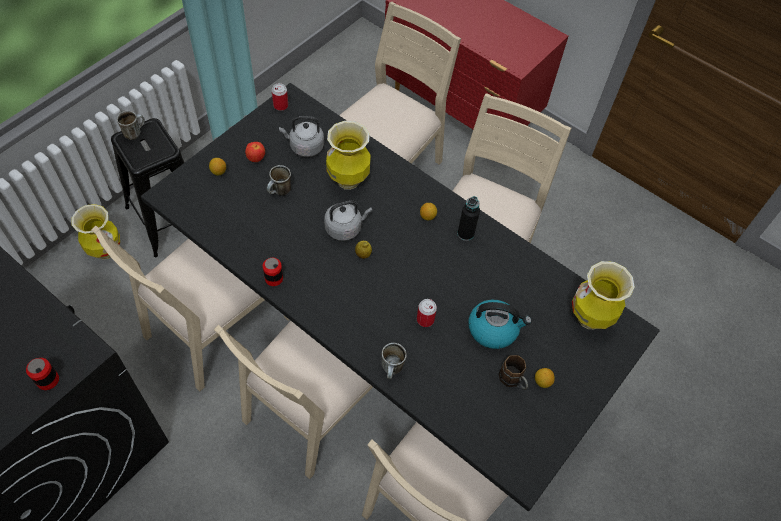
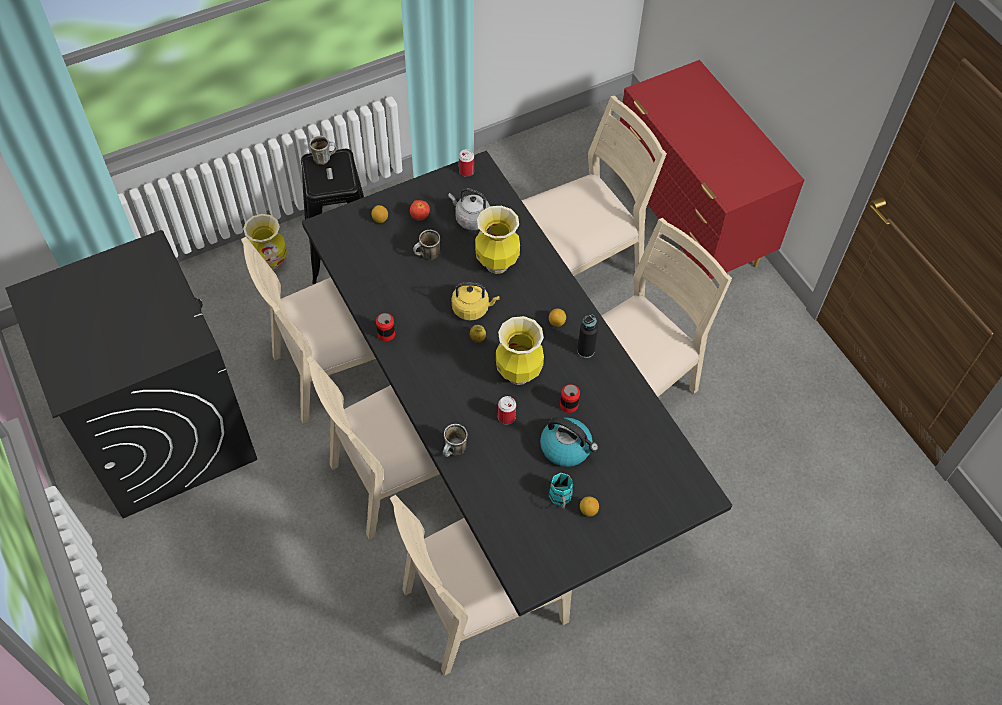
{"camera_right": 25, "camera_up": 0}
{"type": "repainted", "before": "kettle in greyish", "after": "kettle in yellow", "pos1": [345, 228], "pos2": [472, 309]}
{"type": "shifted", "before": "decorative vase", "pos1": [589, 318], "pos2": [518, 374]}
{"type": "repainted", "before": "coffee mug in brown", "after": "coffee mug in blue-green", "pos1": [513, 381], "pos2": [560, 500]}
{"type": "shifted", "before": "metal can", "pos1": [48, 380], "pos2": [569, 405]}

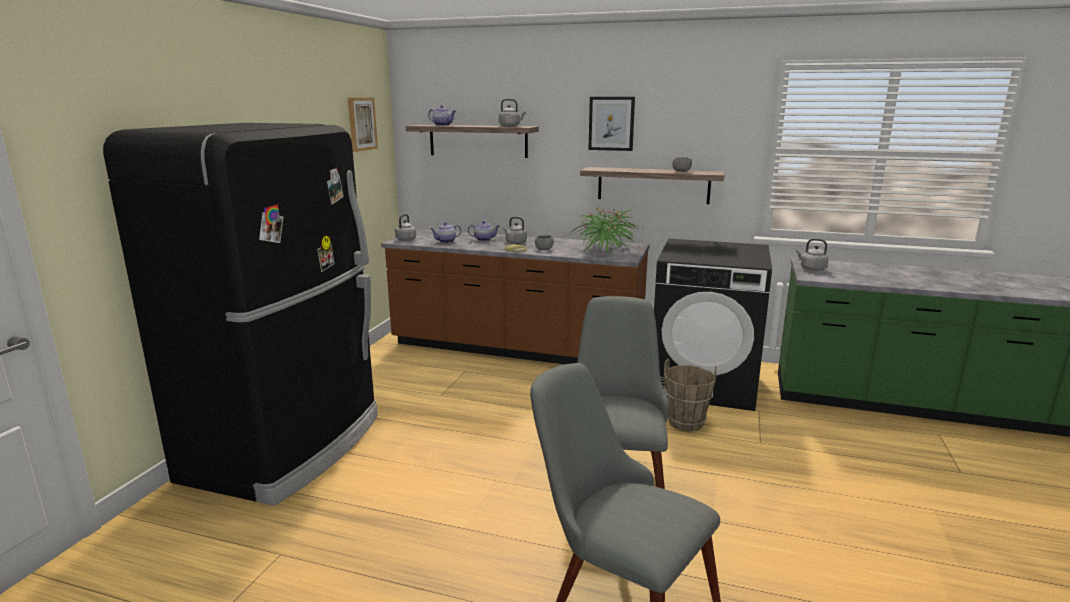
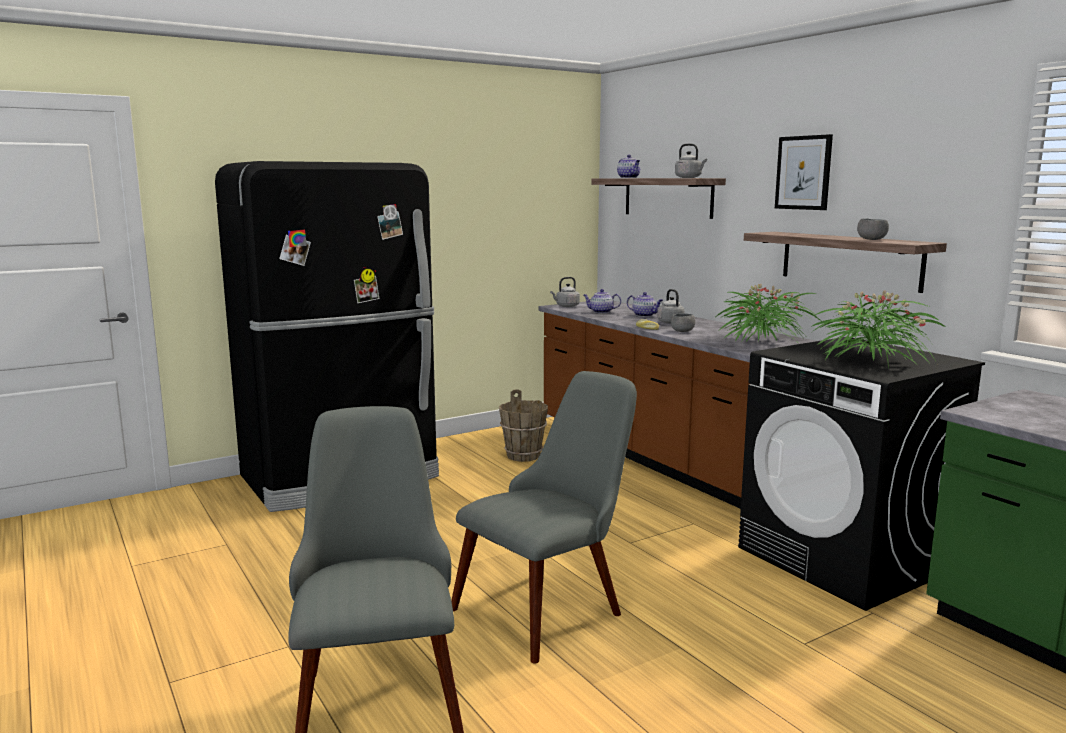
{"camera_right": 40, "camera_up": -5}
{"type": "shifted", "before": "pail in brown", "pos1": [685, 423], "pos2": [523, 456]}
{"type": "new", "after": "potted plant", "pos2": [871, 360]}
{"type": "gone", "before": "wall art", "pos1": [361, 124]}
{"type": "gone", "before": "kettle in greyish", "pos1": [811, 269]}

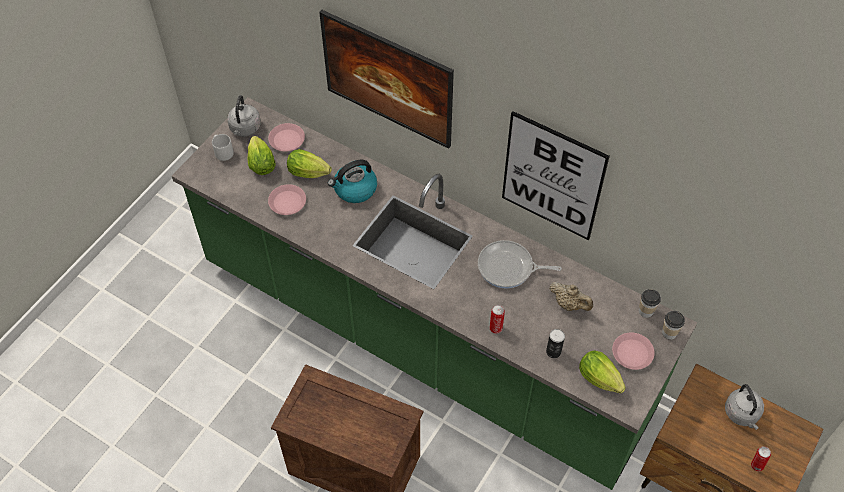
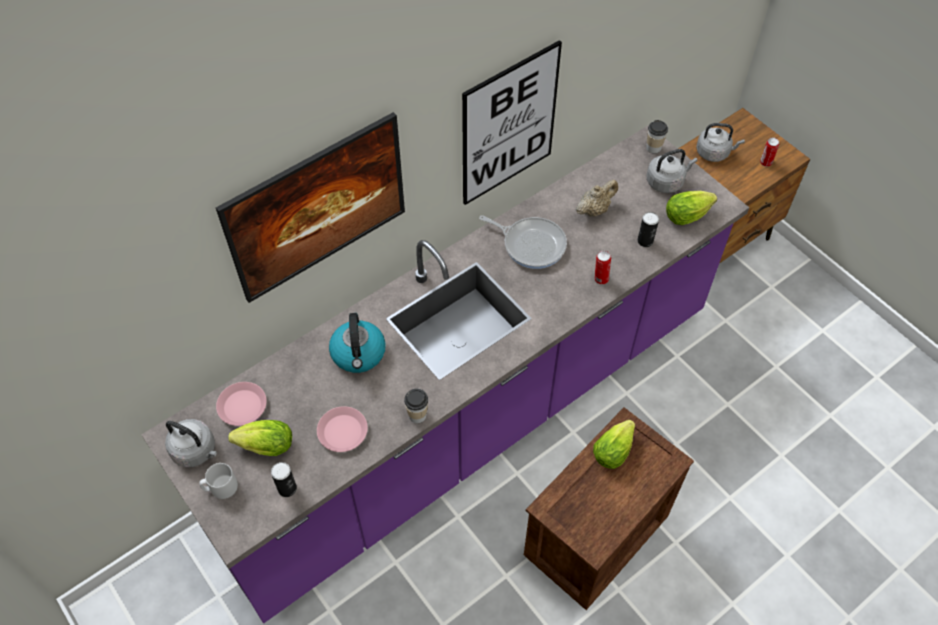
{"camera_right": -70, "camera_up": 0}
{"type": "repainted", "before": "counter in green-coloured", "after": "counter in purplish", "pos1": [422, 339], "pos2": [469, 420]}
{"type": "new", "after": "metal can", "pos2": [287, 488]}
{"type": "shifted", "before": "drinking cup", "pos1": [646, 311], "pos2": [417, 415]}
{"type": "rotated", "before": "pan", "pos1": [508, 268], "pos2": [531, 244], "turn": -90}
{"type": "shifted", "before": "head of lettuce", "pos1": [311, 173], "pos2": [614, 449]}
{"type": "swapped", "before": "dinner plate in pinkish", "after": "kettle in greyish", "pos1": [632, 353], "pos2": [666, 182]}

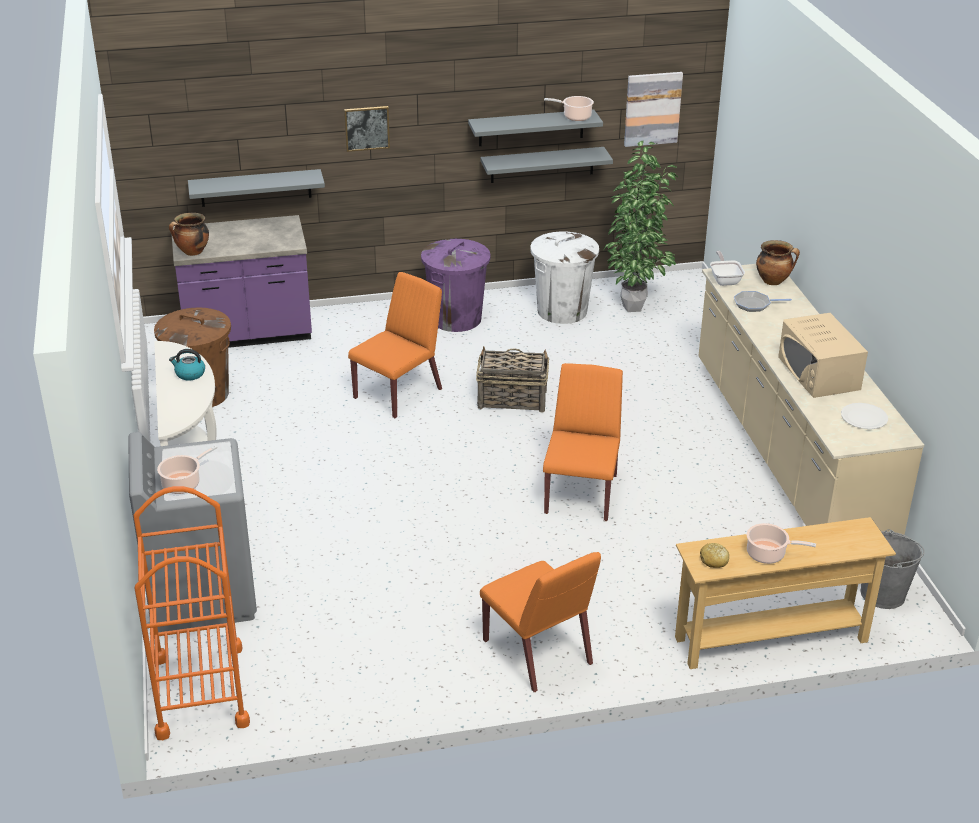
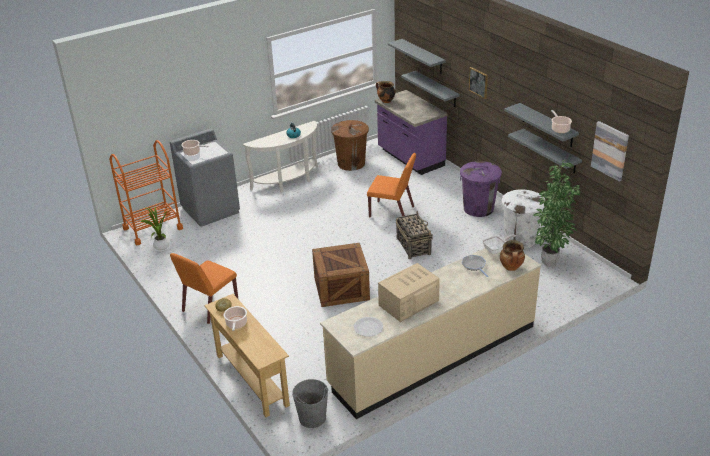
{"camera_right": 70, "camera_up": 0}
{"type": "new", "after": "potted plant", "pos2": [161, 248]}
{"type": "swapped", "before": "plain chair in orangey", "after": "shipping crate", "pos1": [581, 493], "pos2": [342, 289]}
{"type": "new", "after": "bracket shelf in greyish", "pos2": [423, 56]}

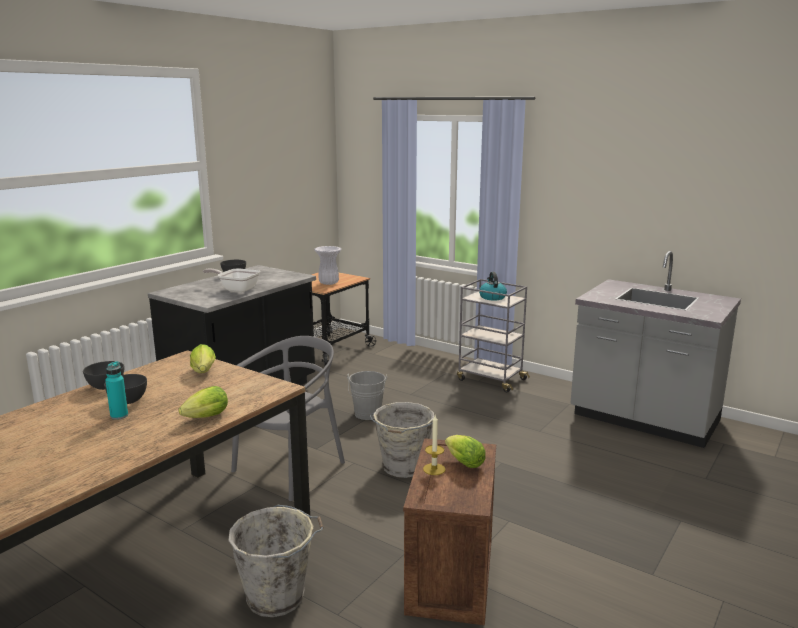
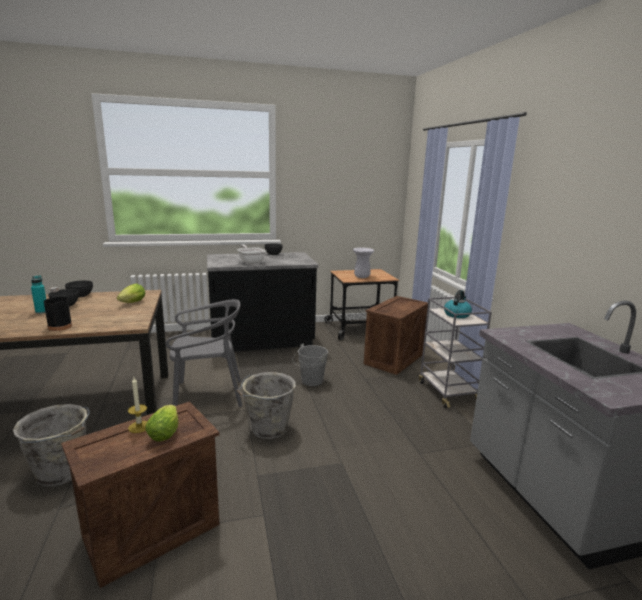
{"camera_right": 40, "camera_up": 0}
{"type": "swapped", "before": "head of lettuce", "after": "bottle in black", "pos1": [204, 418], "pos2": [60, 327]}
{"type": "new", "after": "shipping crate", "pos2": [393, 359]}

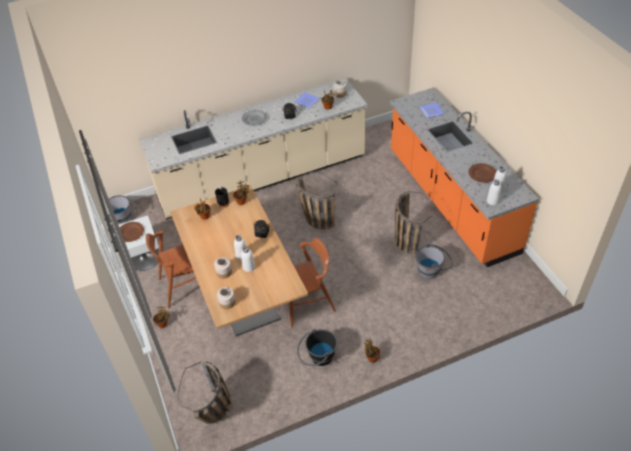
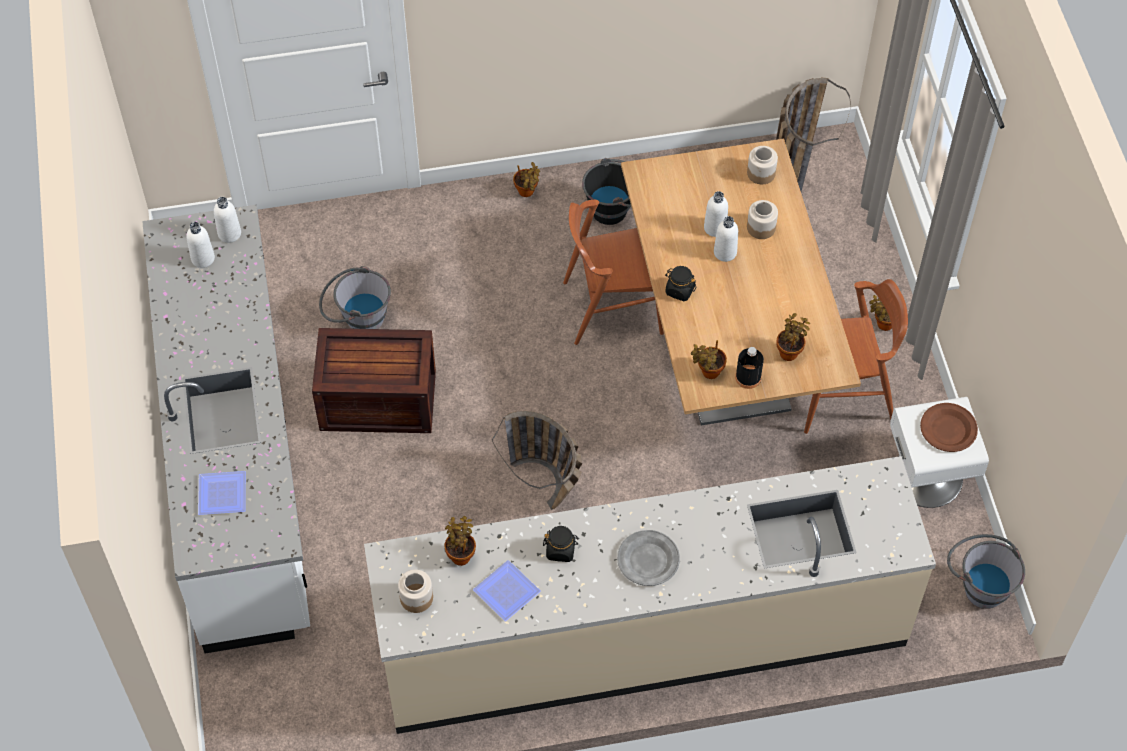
{"camera_right": -170, "camera_up": 10}
{"type": "repainted", "before": "counter in orangey", "after": "counter in white-coloured", "pos1": [450, 201], "pos2": [241, 467]}
{"type": "swapped", "before": "storage basket", "after": "shipping crate", "pos1": [405, 238], "pos2": [376, 400]}
{"type": "gone", "before": "dinner plate in brown", "pos1": [482, 174]}

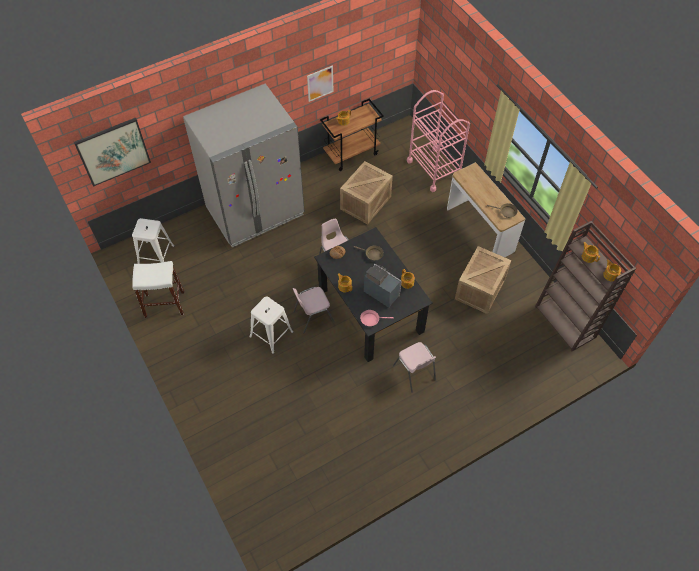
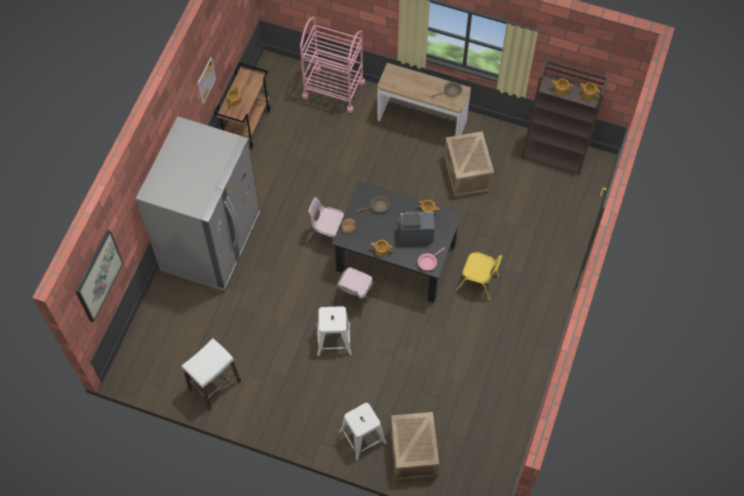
{"camera_right": -40, "camera_up": 5}
{"type": "shifted", "before": "stool seat in white-coloured", "pos1": [156, 255], "pos2": [362, 437]}
{"type": "shifted", "before": "shipping crate", "pos1": [365, 203], "pos2": [414, 453]}
{"type": "repainted", "before": "plain chair in pinkish", "after": "plain chair in yellow", "pos1": [414, 373], "pos2": [478, 283]}

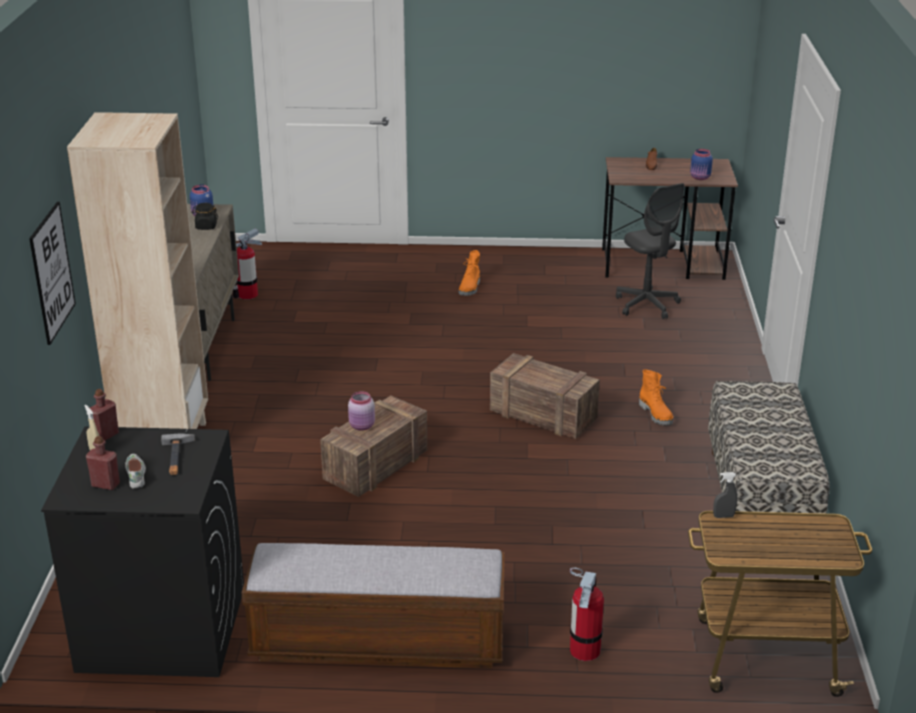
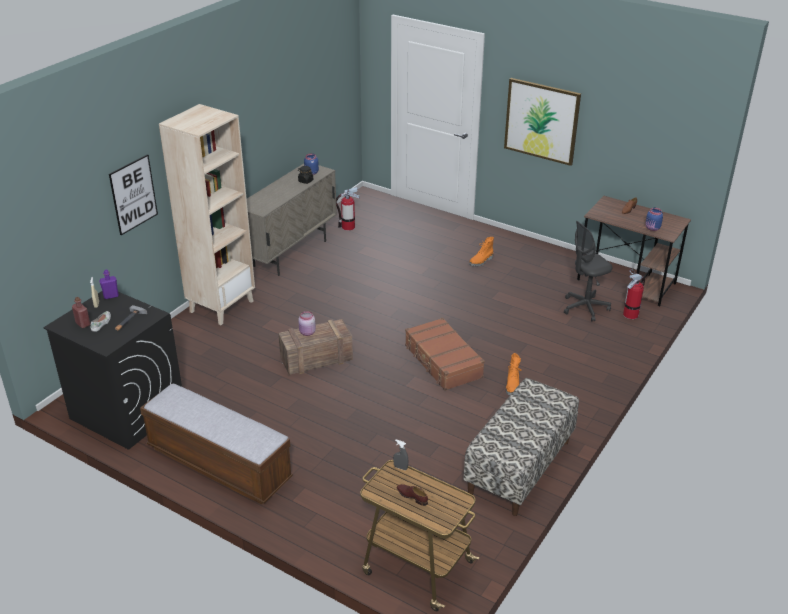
{"camera_right": 30, "camera_up": 5}
{"type": "repainted", "before": "bottle in red", "after": "bottle in purplish", "pos1": [105, 435], "pos2": [111, 296]}
{"type": "new", "after": "shoe in brown", "pos2": [412, 496]}
{"type": "swapped", "before": "shipping crate", "after": "travel case in brown", "pos1": [544, 415], "pos2": [442, 362]}
{"type": "new", "after": "wall art", "pos2": [541, 121]}
{"type": "rotated", "before": "computer chair in greyish", "pos1": [647, 305], "pos2": [585, 308], "turn": 60}
{"type": "shifted", "before": "extinguisher", "pos1": [584, 650], "pos2": [630, 314]}

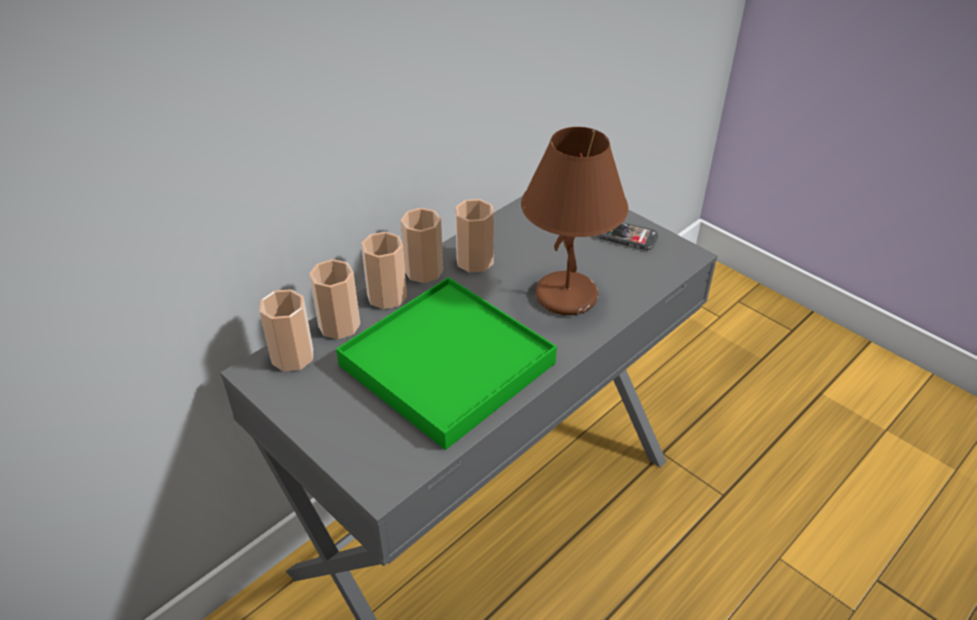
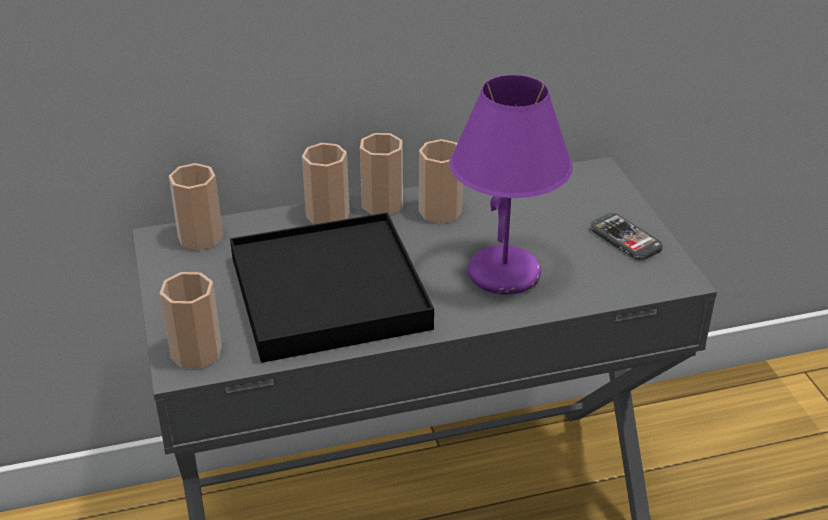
{"camera_right": 30, "camera_up": -5}
{"type": "shifted", "before": "drinking cup", "pos1": [339, 325], "pos2": [196, 353]}
{"type": "repainted", "before": "serving tray in green-coloured", "after": "serving tray in black", "pos1": [447, 364], "pos2": [329, 292]}
{"type": "repainted", "before": "lamp for a table in brown", "after": "lamp for a table in purplish", "pos1": [567, 296], "pos2": [505, 275]}

